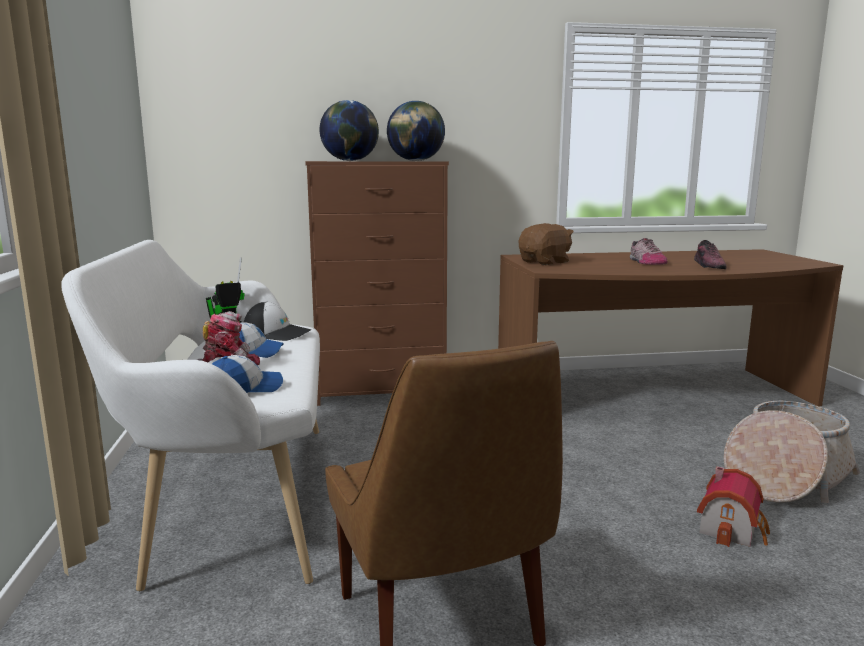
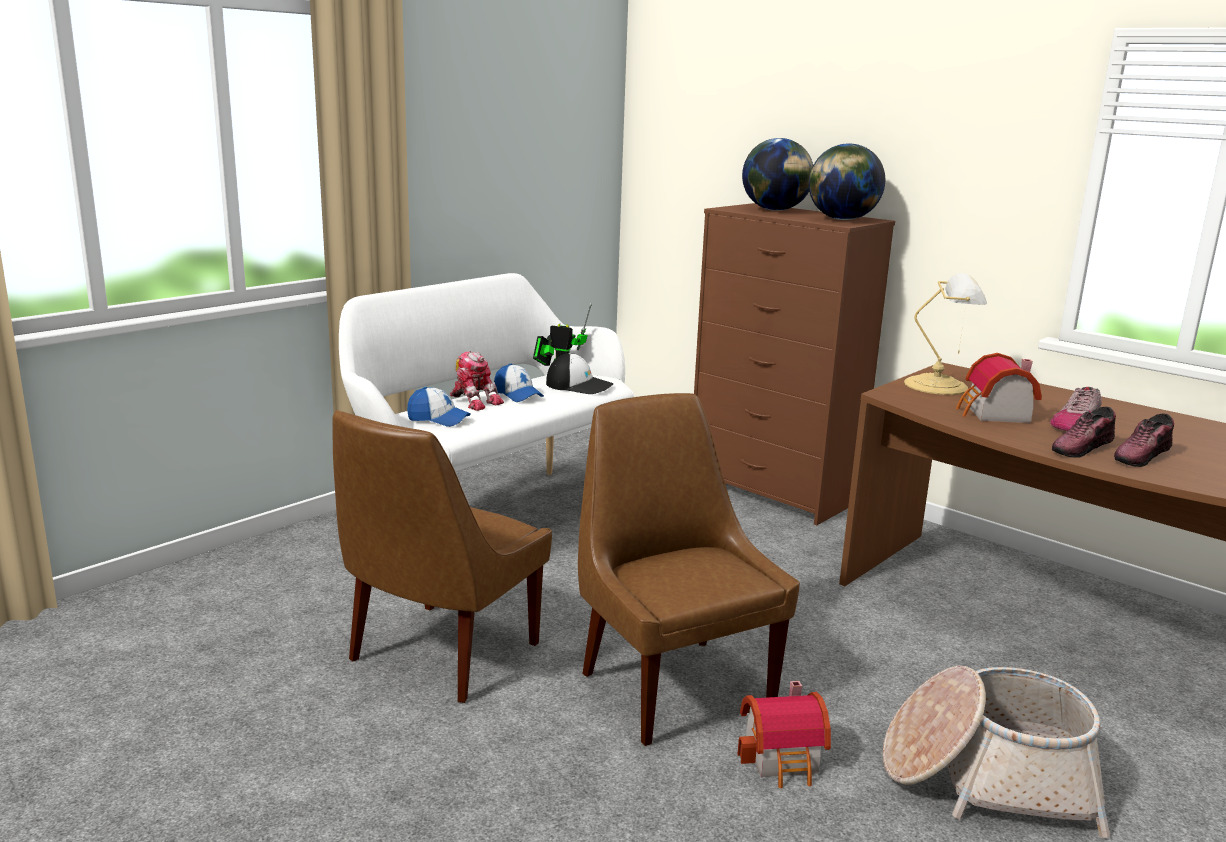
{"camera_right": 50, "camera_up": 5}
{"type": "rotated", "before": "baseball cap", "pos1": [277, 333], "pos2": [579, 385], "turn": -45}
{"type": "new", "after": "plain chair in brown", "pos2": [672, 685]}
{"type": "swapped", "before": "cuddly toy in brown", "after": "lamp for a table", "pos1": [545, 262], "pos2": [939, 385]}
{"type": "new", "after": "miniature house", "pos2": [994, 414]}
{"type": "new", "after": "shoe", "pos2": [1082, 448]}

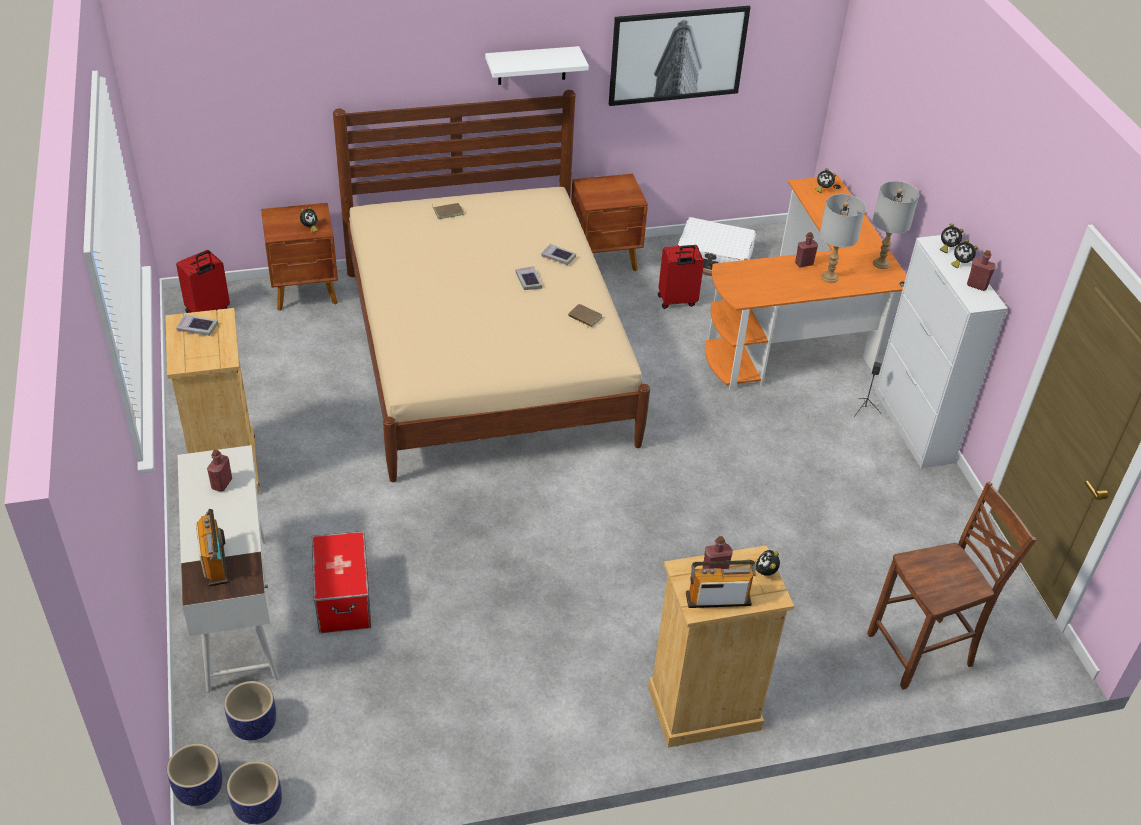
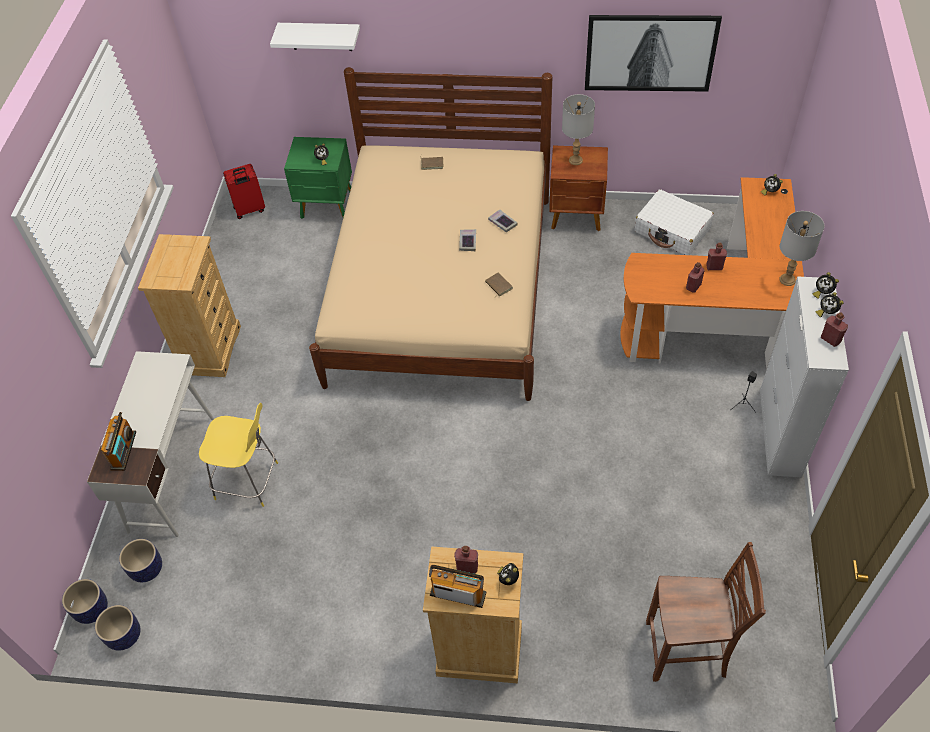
{"camera_right": 25, "camera_up": 10}
{"type": "swapped", "before": "storage container", "after": "stool seat in yellow", "pos1": [344, 599], "pos2": [249, 481]}
{"type": "shifted", "before": "bracket shelf in white-coloured", "pos1": [532, 65], "pos2": [320, 36]}
{"type": "repainted", "before": "bedside table in brown", "after": "bedside table in green-coloured", "pos1": [306, 292], "pos2": [327, 205]}
{"type": "shifted", "before": "lamp for a table in greyish", "pos1": [829, 277], "pos2": [575, 160]}
{"type": "shifted", "before": "bottle in red", "pos1": [222, 484], "pos2": [693, 286]}
{"type": "gone", "before": "volume", "pos1": [197, 328]}
{"type": "gone", "before": "travel case in red", "pos1": [677, 301]}

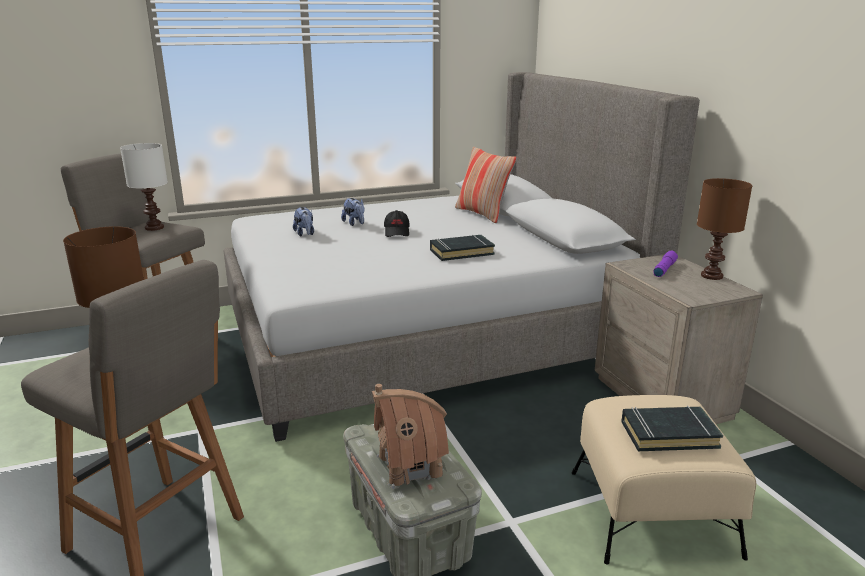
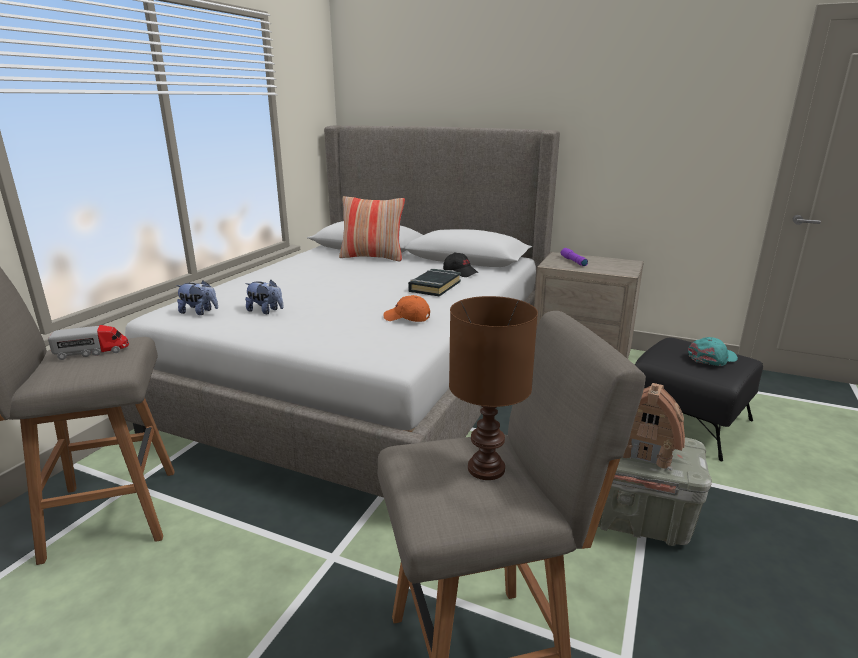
{"camera_right": -45, "camera_up": 0}
{"type": "swapped", "before": "lamp for a table in white-coloured", "after": "toy lorry", "pos1": [154, 227], "pos2": [92, 352]}
{"type": "shifted", "before": "cuddly toy", "pos1": [355, 223], "pos2": [199, 312]}
{"type": "new", "after": "baseball cap in orangey", "pos2": [407, 318]}
{"type": "shifted", "before": "baseball cap in black", "pos1": [397, 232], "pos2": [460, 272]}
{"type": "repainted", "before": "footrest in sand-coloured", "after": "footrest in black", "pos1": [652, 511], "pos2": [686, 421]}
{"type": "swapped", "before": "volume in black", "after": "baseball cap in blue-green", "pos1": [668, 434], "pos2": [712, 358]}
{"type": "gone", "before": "lamp for a table in brown", "pos1": [710, 276]}

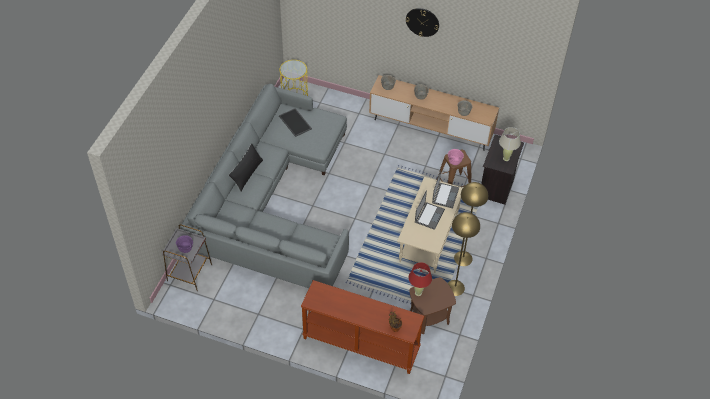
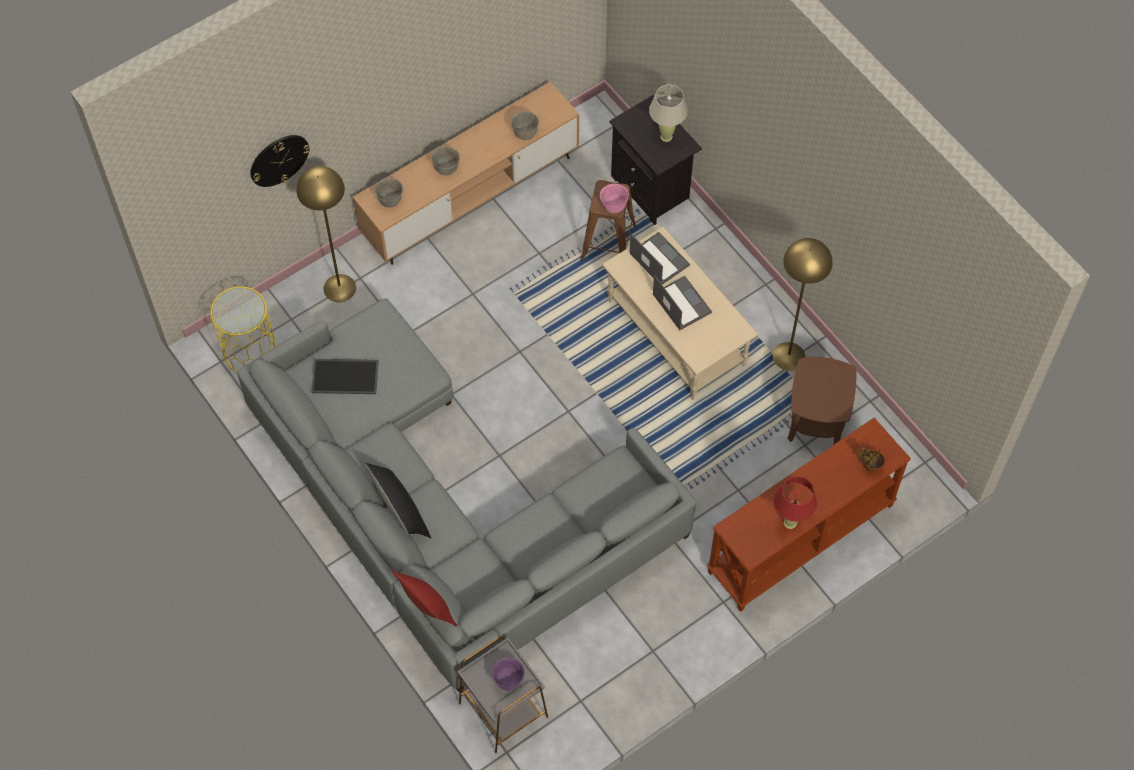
{"camera_right": -55, "camera_up": 10}
{"type": "shifted", "before": "wall clock", "pos1": [422, 22], "pos2": [279, 160]}
{"type": "shifted", "before": "standard lamp in yellow", "pos1": [463, 258], "pos2": [339, 288]}
{"type": "new", "after": "pillow in red", "pos2": [427, 609]}
{"type": "shifted", "before": "lamp for a table in red", "pos1": [418, 292], "pos2": [790, 522]}

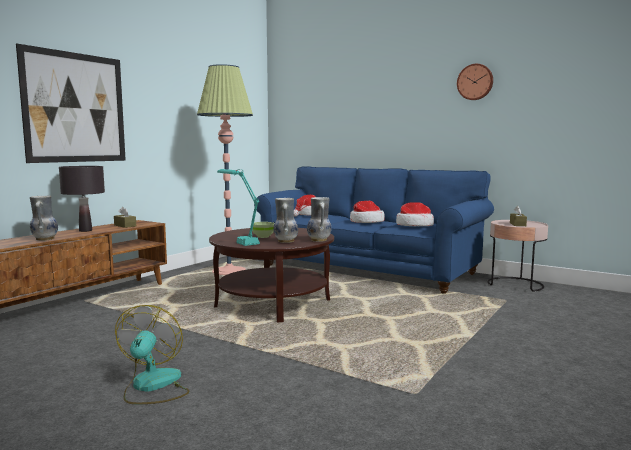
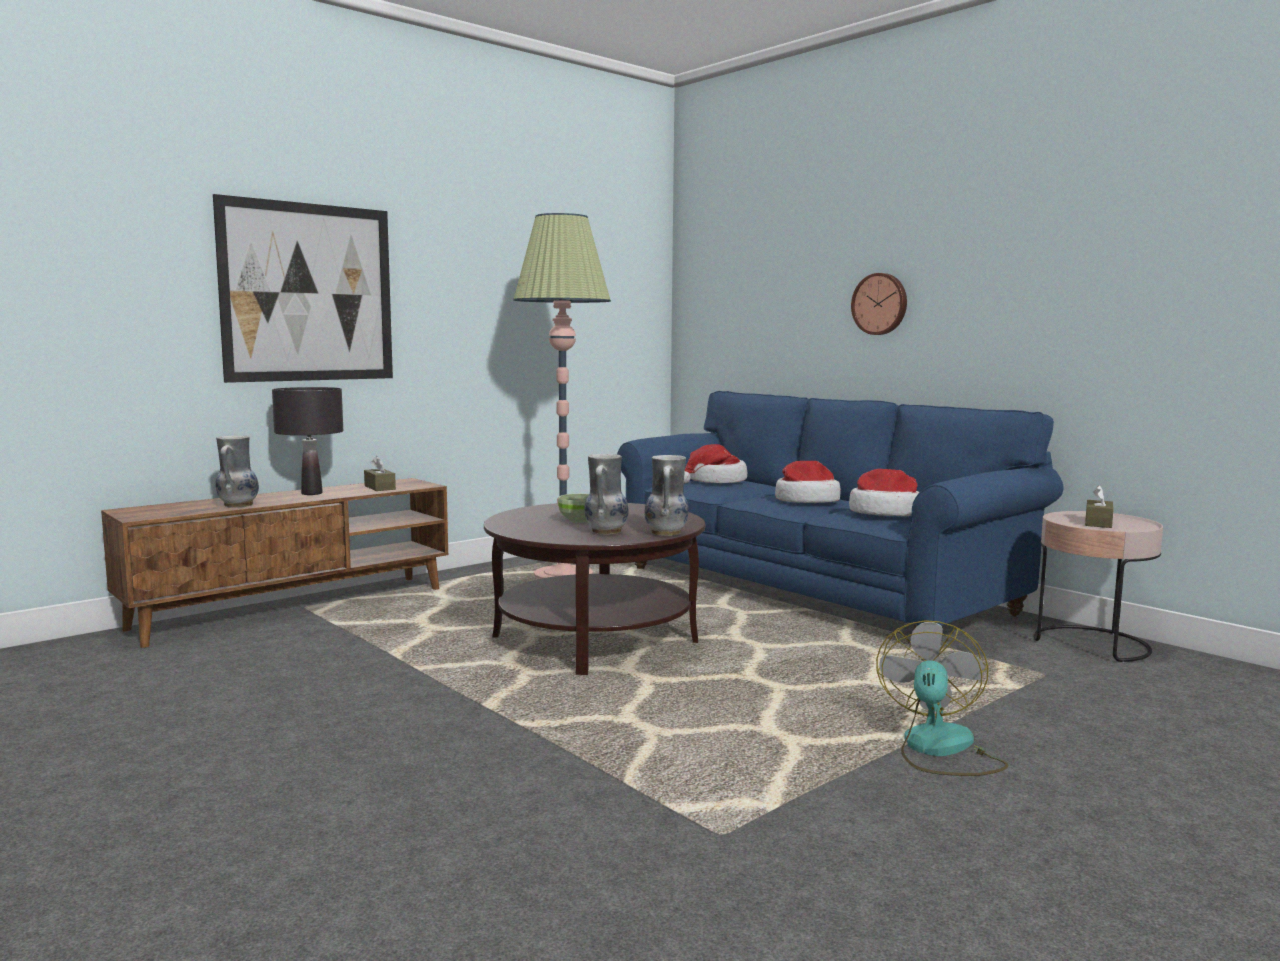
{"camera_right": 15, "camera_up": 0}
{"type": "shifted", "before": "wall clock", "pos1": [475, 82], "pos2": [880, 304]}
{"type": "shifted", "before": "cooling fan", "pos1": [152, 386], "pos2": [939, 750]}
{"type": "gone", "before": "lamp for a table in blue-green", "pos1": [239, 240]}

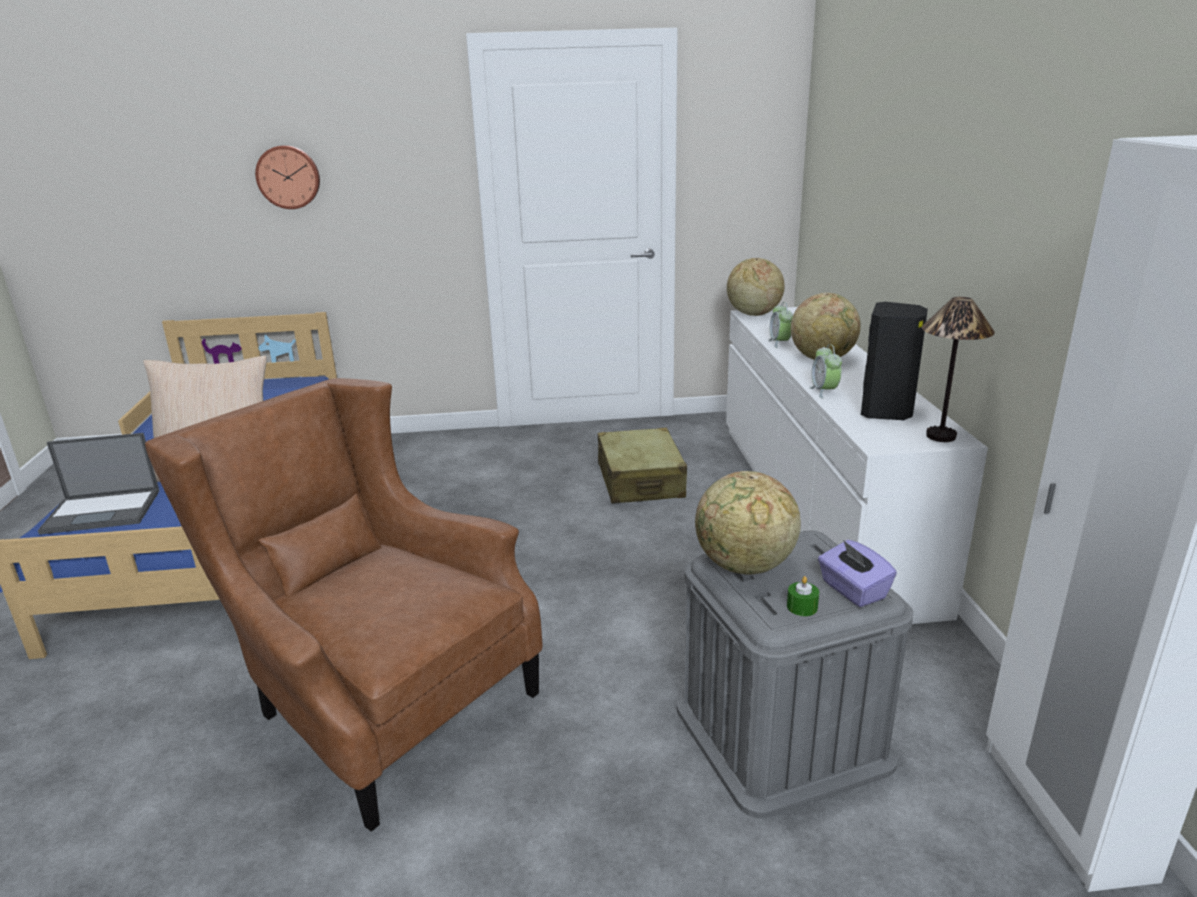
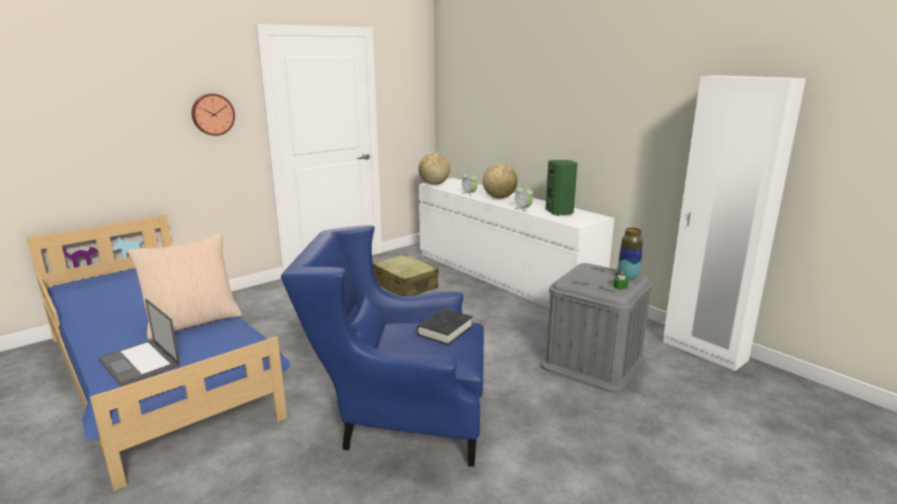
{"camera_right": -35, "camera_up": -5}
{"type": "rotated", "before": "notebook computer", "pos1": [104, 511], "pos2": [140, 363], "turn": 90}
{"type": "shifted", "before": "wall clock", "pos1": [288, 177], "pos2": [212, 114]}
{"type": "repainted", "before": "easy chair in brown", "after": "easy chair in blue-coloured", "pos1": [377, 701], "pos2": [400, 418]}
{"type": "new", "after": "volume in black", "pos2": [445, 330]}
{"type": "repainted", "before": "audio speaker in black", "after": "audio speaker in green-coloured", "pos1": [887, 412], "pos2": [560, 212]}
{"type": "swapped", "before": "box of tissues in purplish", "after": "decorative vase", "pos1": [852, 590], "pos2": [628, 277]}
{"type": "gone", "before": "world globe", "pos1": [744, 566]}
{"type": "gone", "before": "lamp for a table", "pos1": [941, 436]}

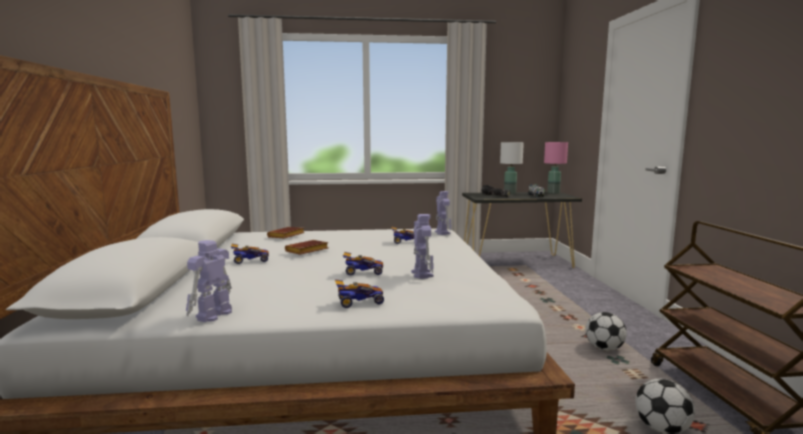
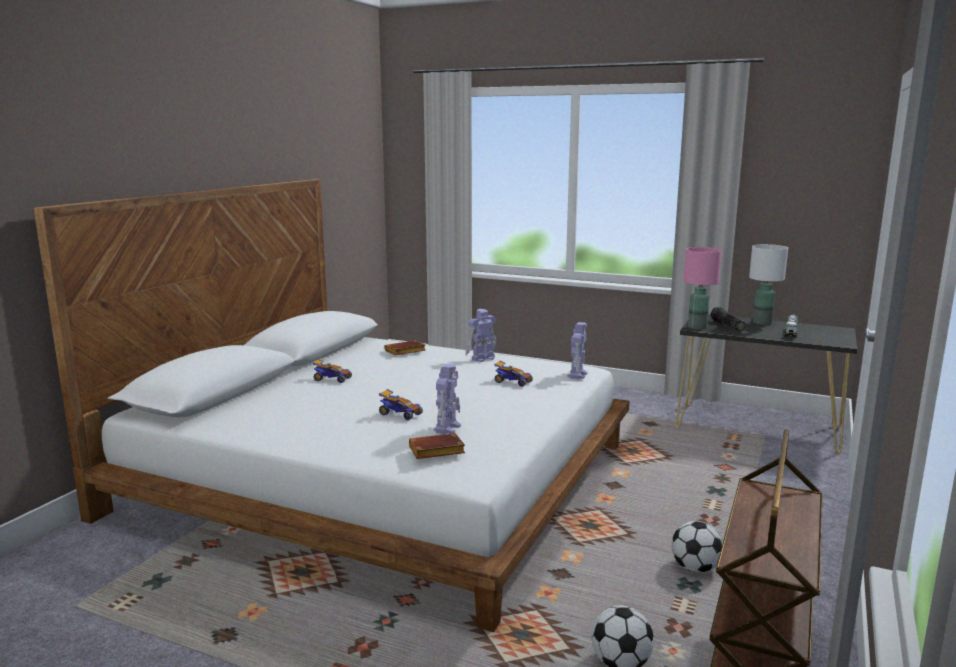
{"camera_right": 30, "camera_up": 5}
{"type": "shifted", "before": "volume in brown", "pos1": [306, 251], "pos2": [435, 452]}
{"type": "shifted", "before": "robot figure", "pos1": [213, 315], "pos2": [482, 358]}
{"type": "shifted", "before": "lamp for a table in pinkish", "pos1": [553, 193], "pos2": [697, 327]}
{"type": "gone", "before": "toy car", "pos1": [359, 302]}

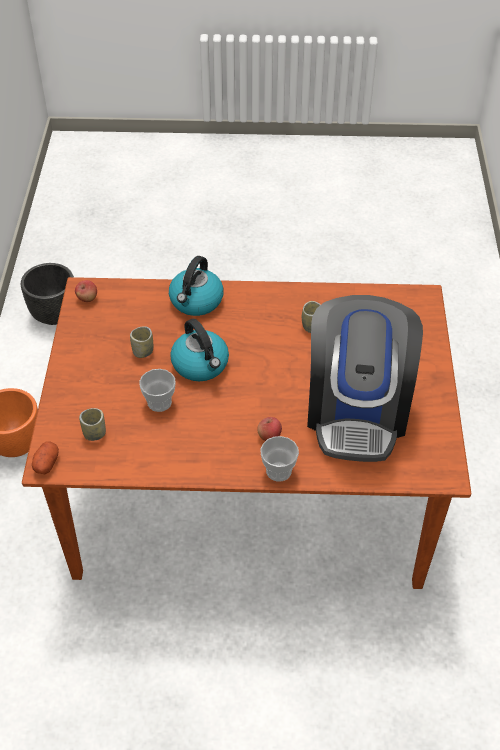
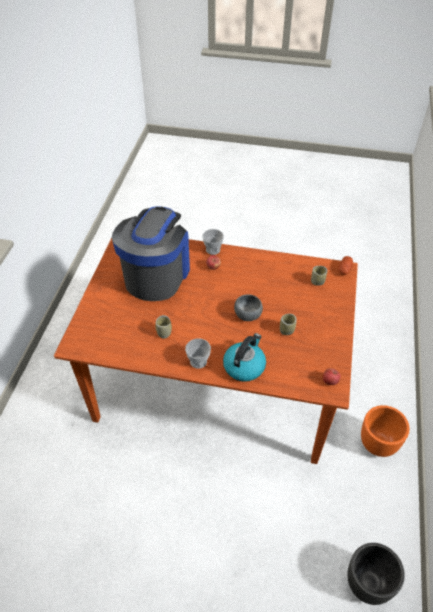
{"camera_right": -170, "camera_up": 0}
{"type": "shifted", "before": "drinking cup", "pos1": [159, 402], "pos2": [198, 361]}
{"type": "swapped", "before": "kettle", "after": "bowl in greyish", "pos1": [201, 365], "pos2": [247, 315]}

